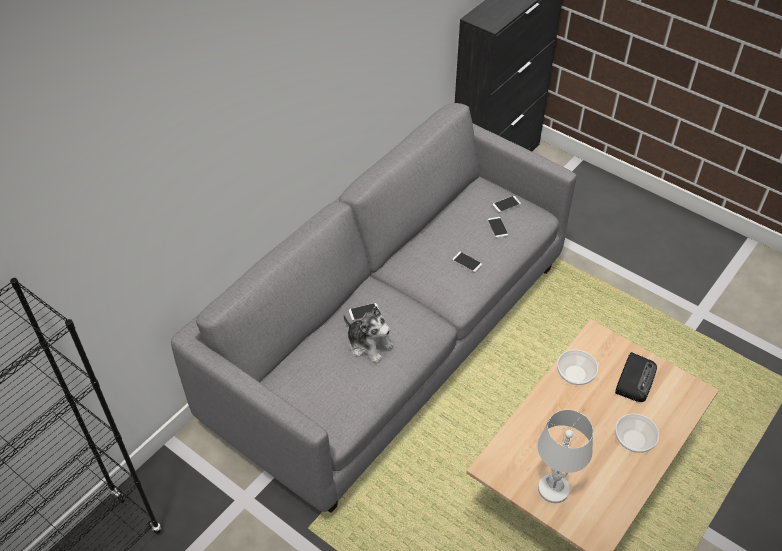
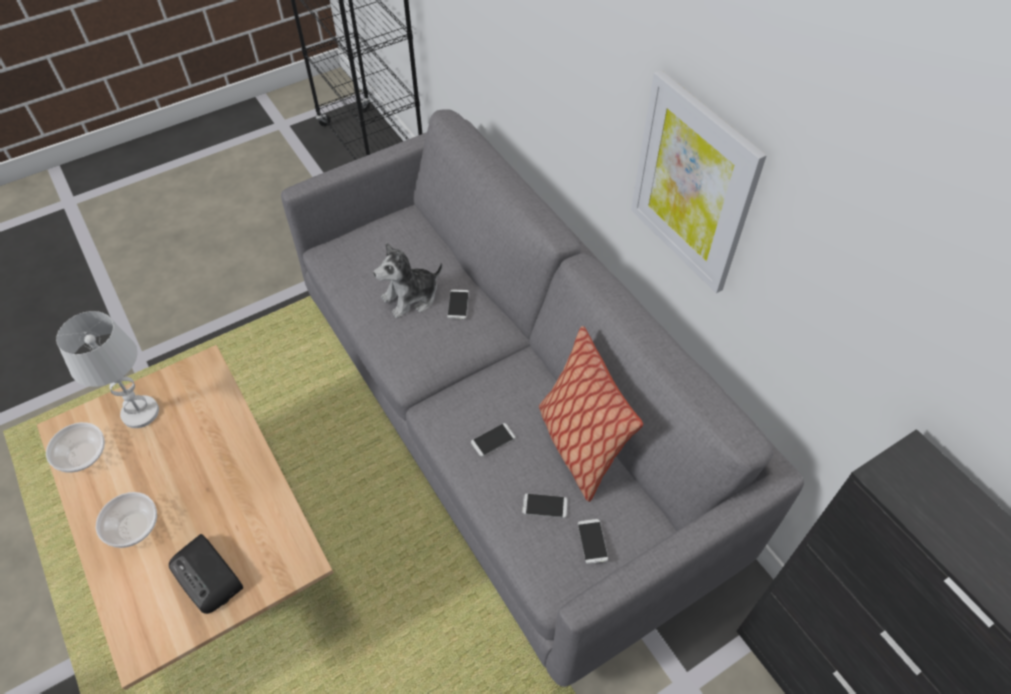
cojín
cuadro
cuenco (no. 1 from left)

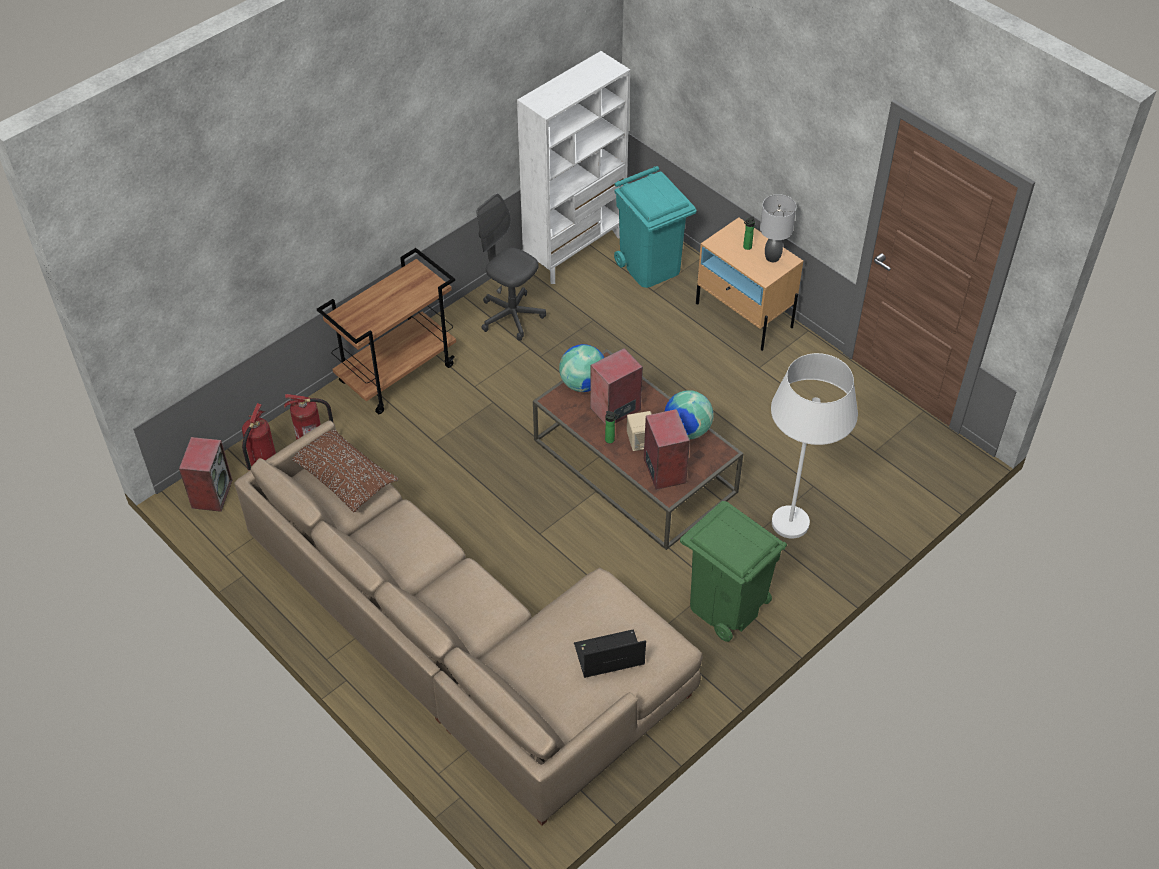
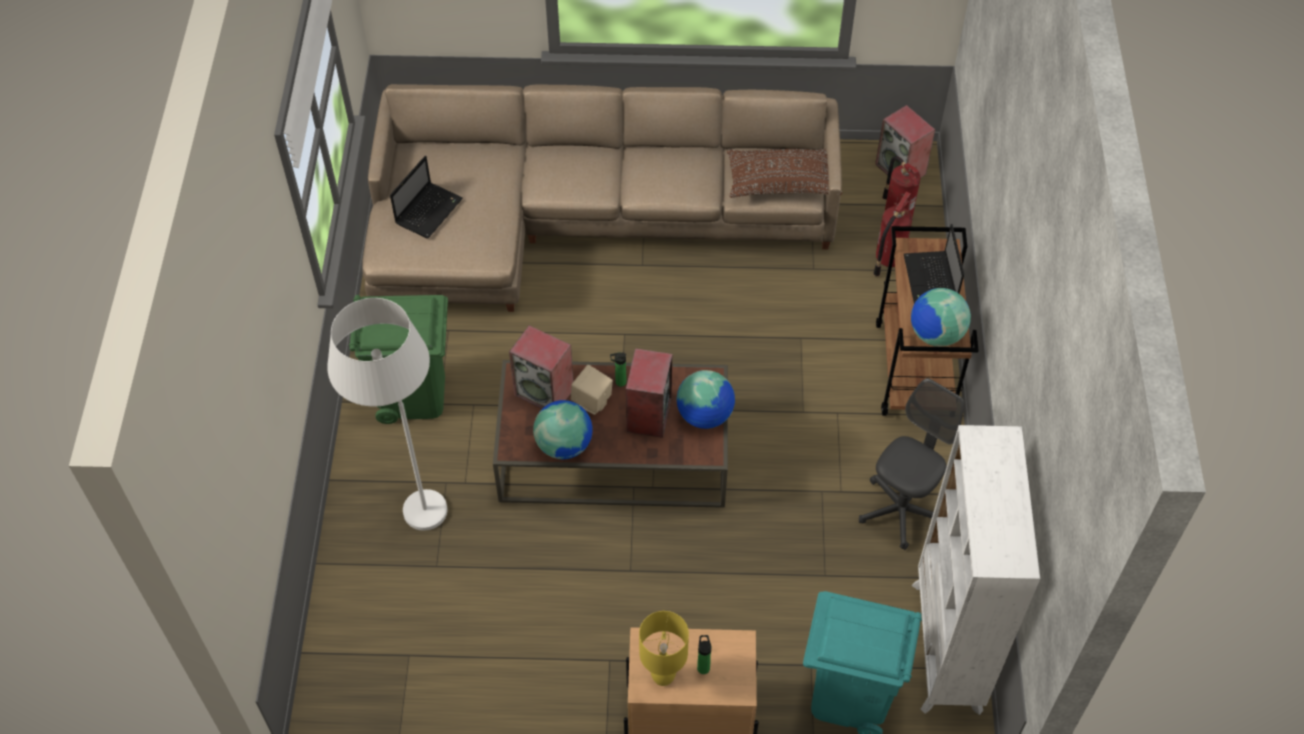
portátil (no. 2 from left)
globo terráqueo (no. 3 from left)
lámpara de mesa (amarillo)
silla de oficina (gris)

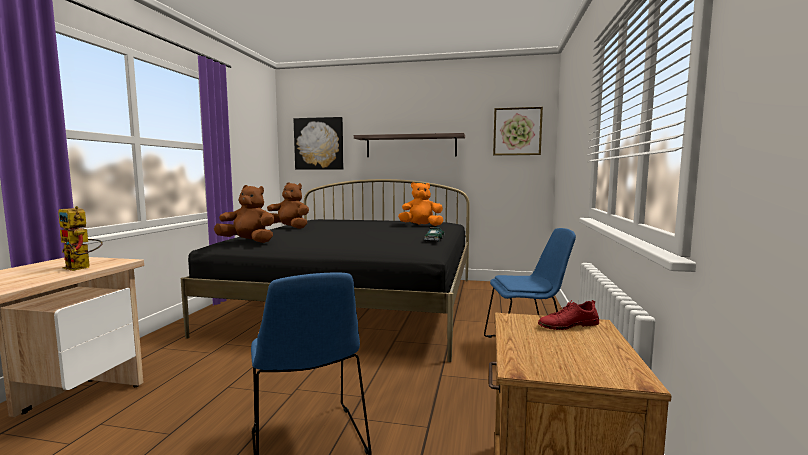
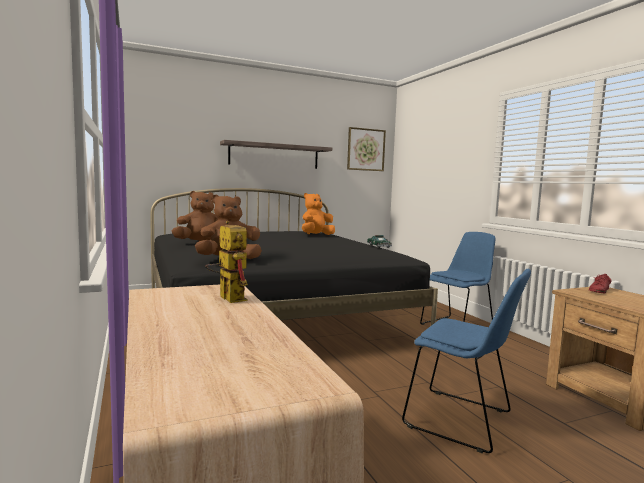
cuadro (no. 1 from left in the first image)
robot de juguete

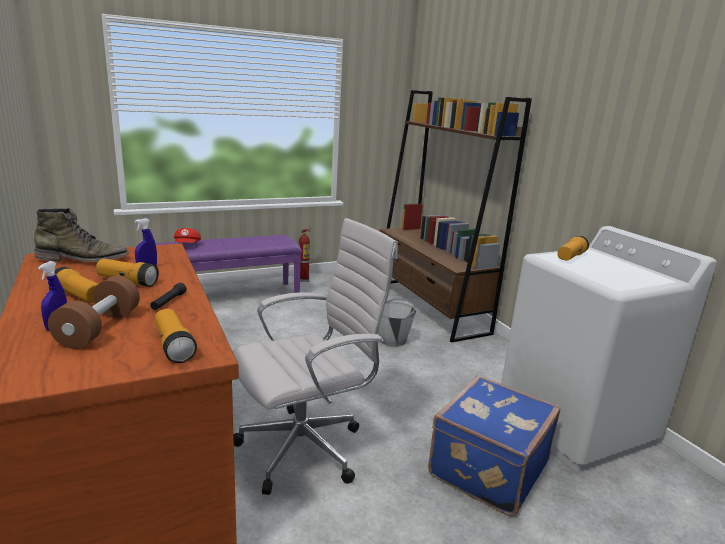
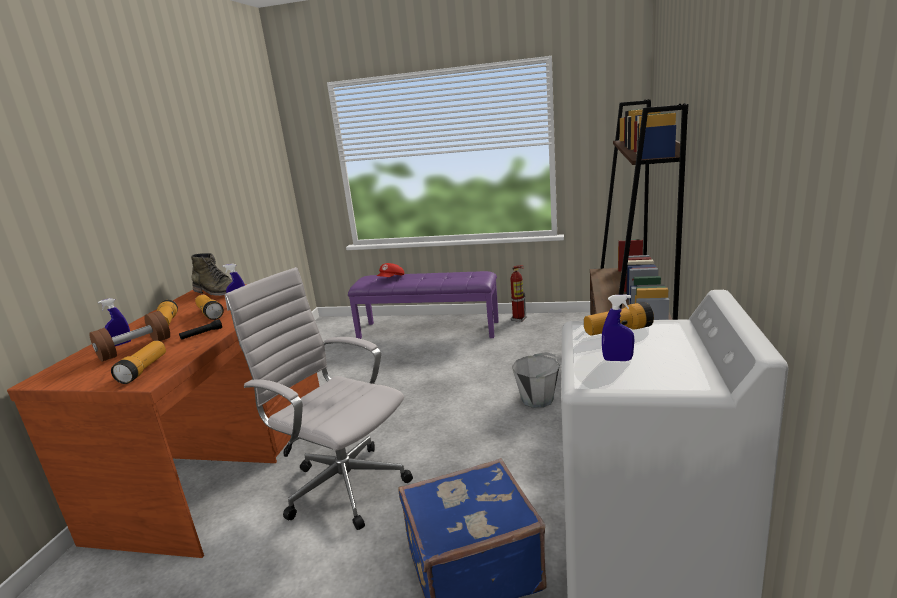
pulverizador (azul) (no. 3 from left)
silla de oficina (blanco)

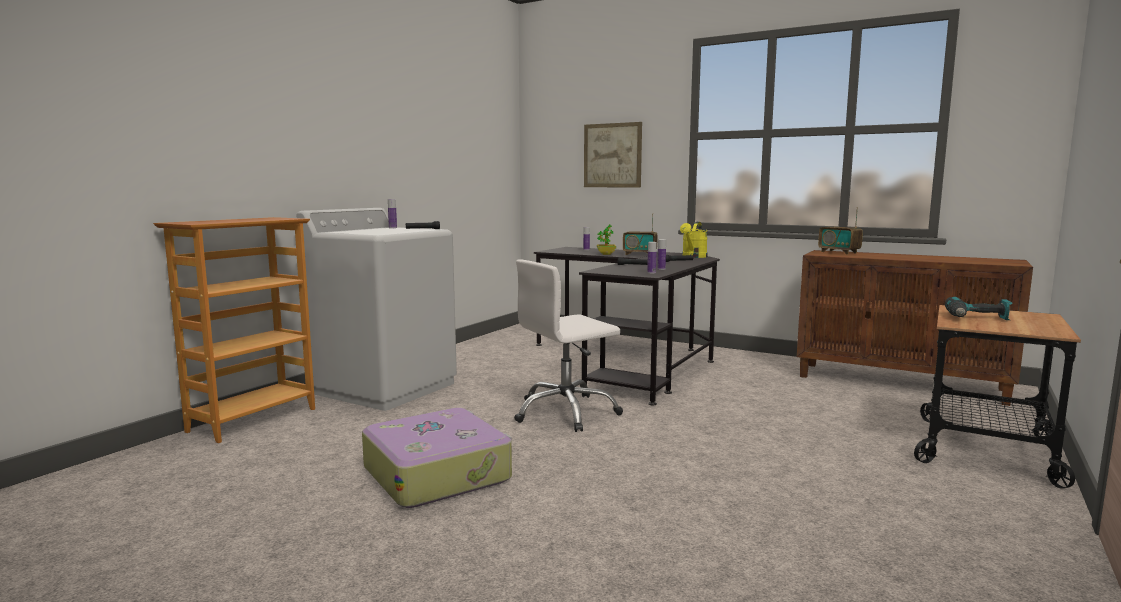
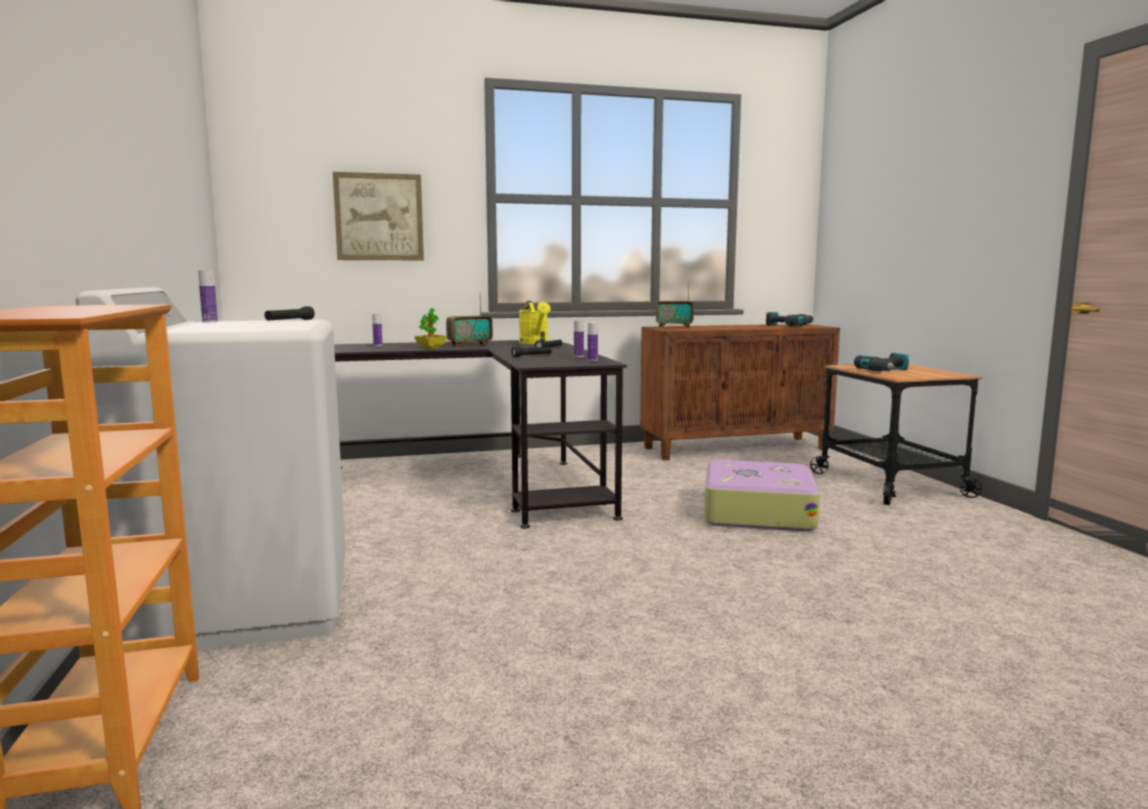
silla de oficina (blanco)
taladro (no. 1 from left)
maleta

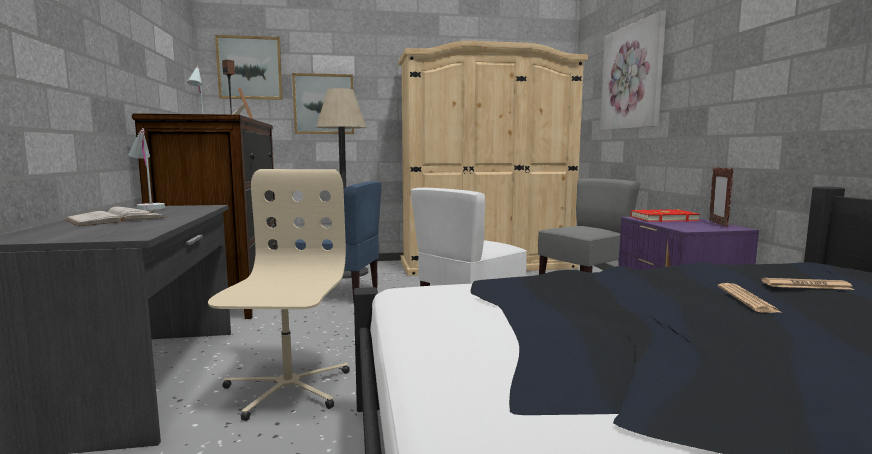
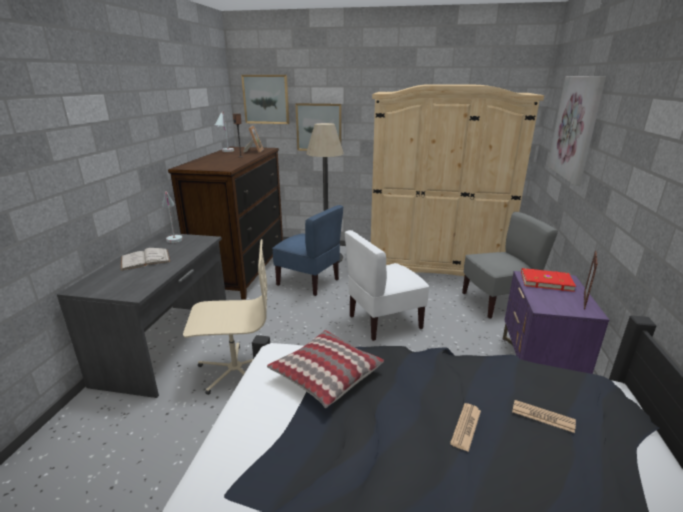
cojín
silla de oficina (beis)

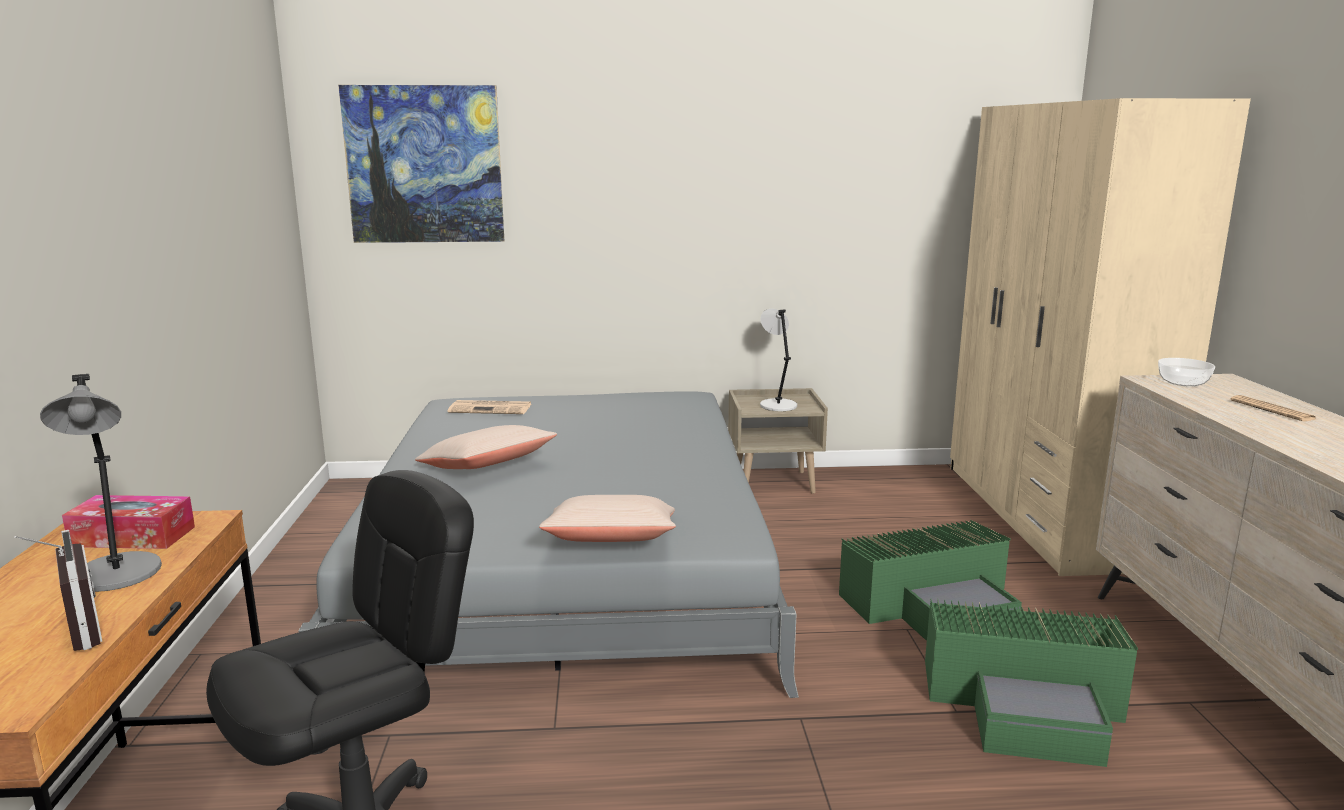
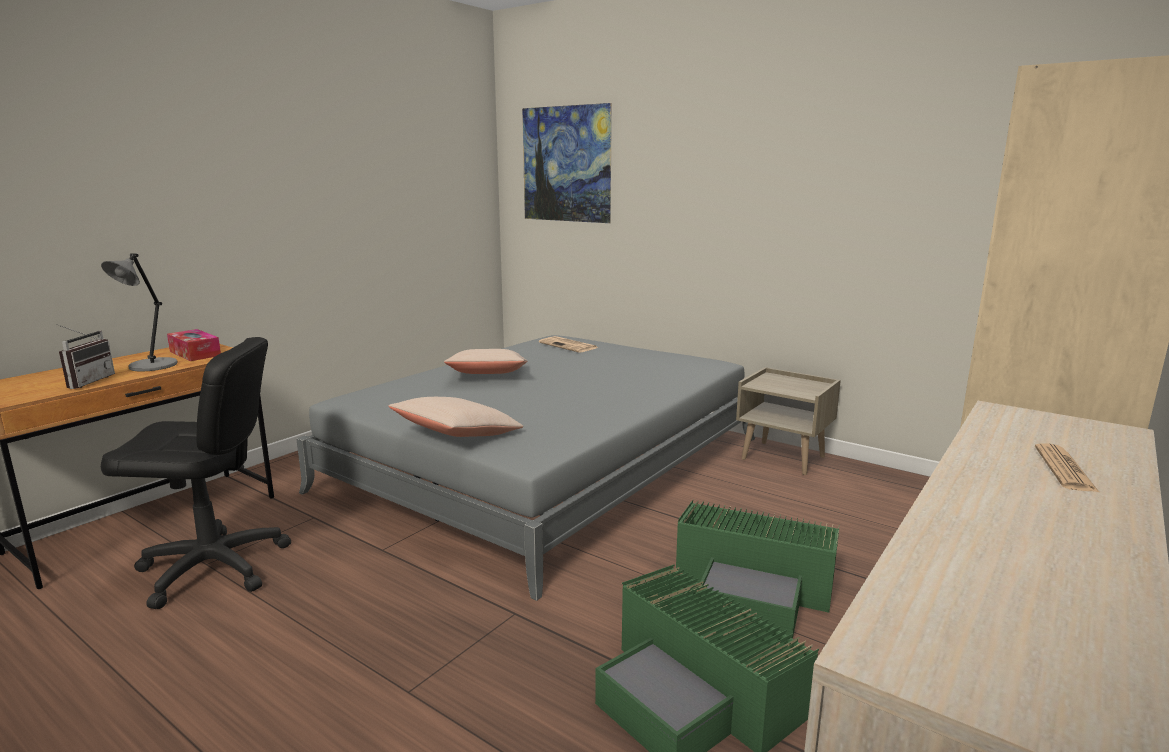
lámpara de mesa (gris) (no. 2 from left in the first image)
cuenco

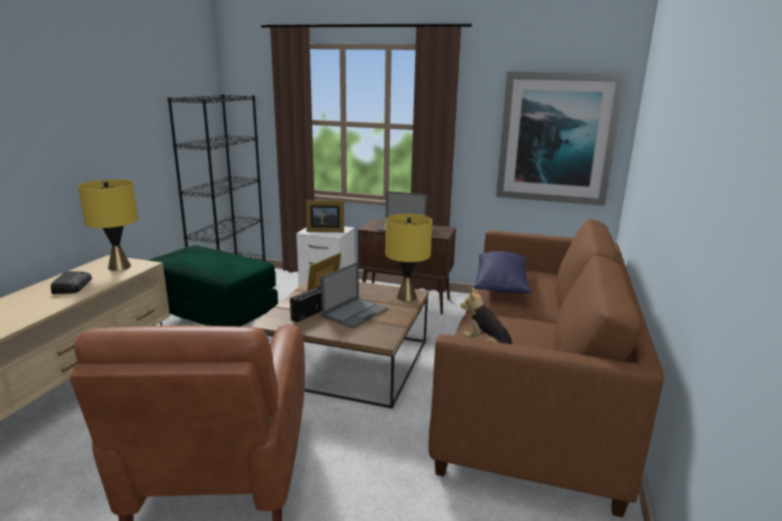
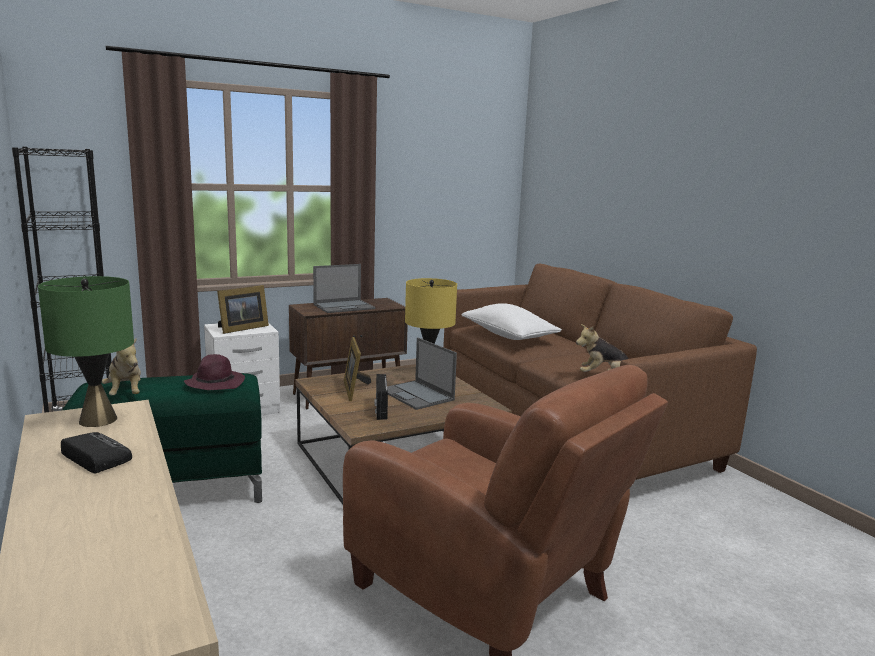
cuadro
peluche (no. 1 from left)
sombrero (morado)
lámpara de mesa (verde)
cojín (blanco)
portátil (no. 2 from left)

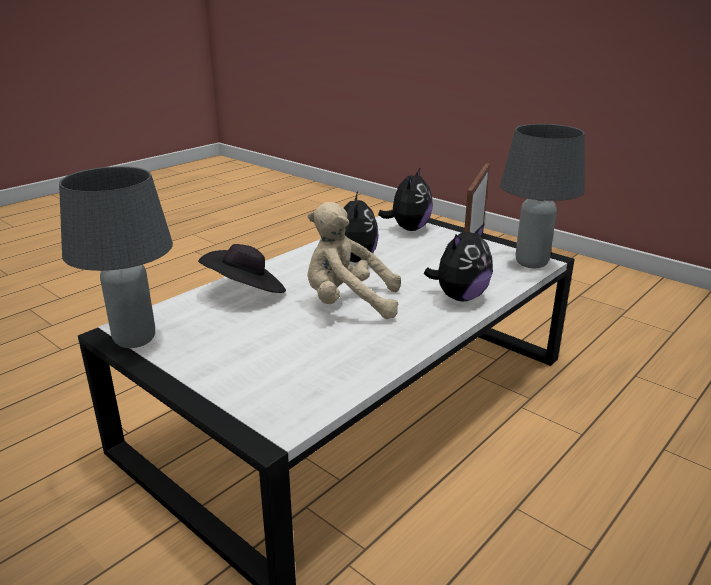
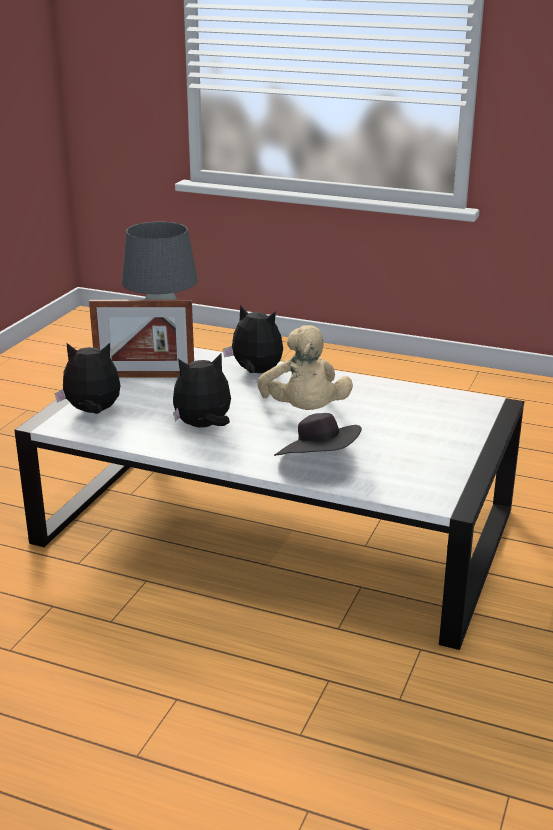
lámpara de mesa (gris) (no. 1 from left in the first image)

